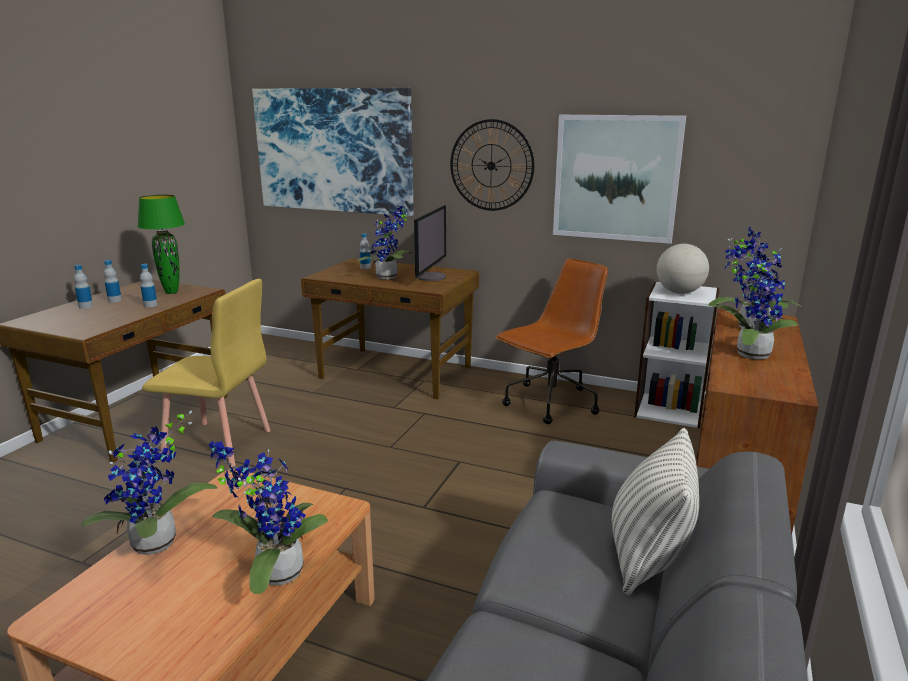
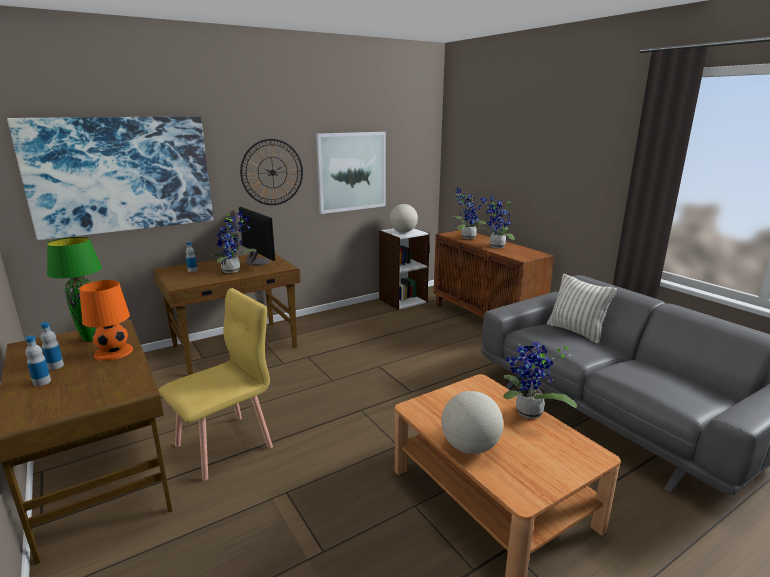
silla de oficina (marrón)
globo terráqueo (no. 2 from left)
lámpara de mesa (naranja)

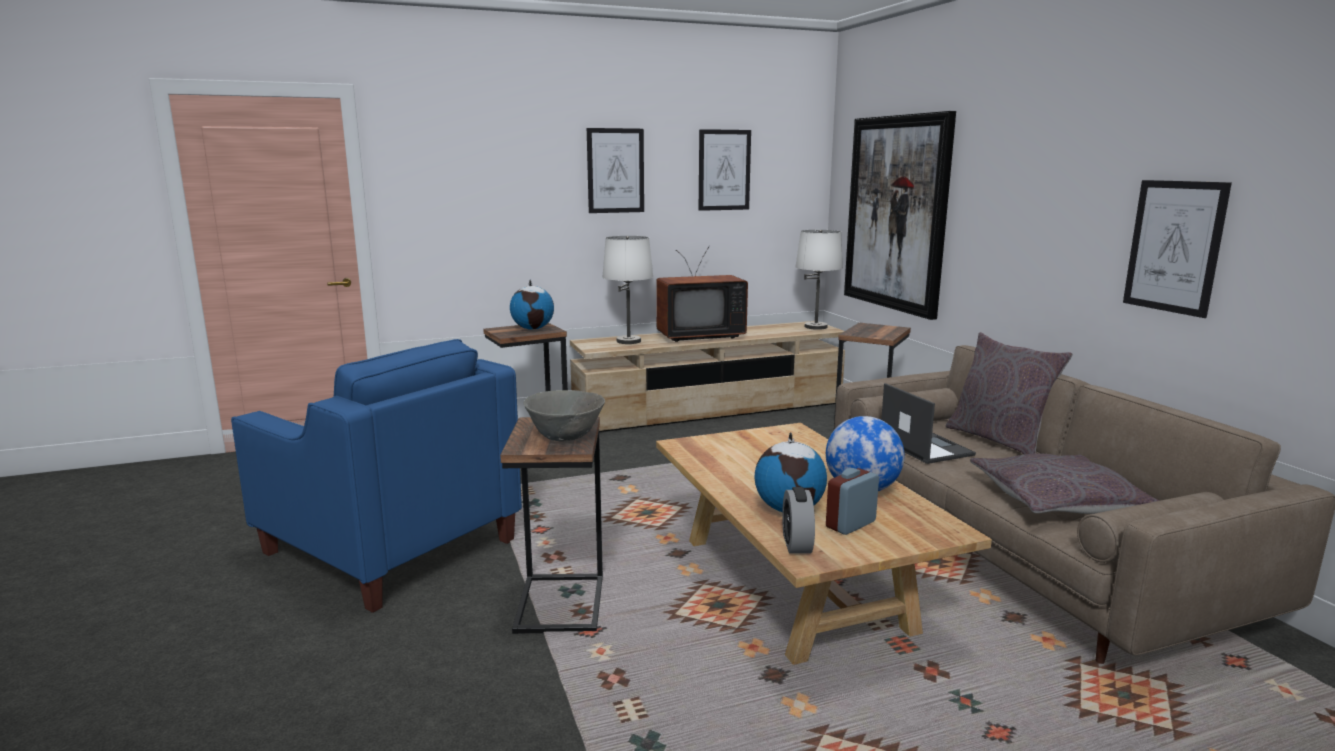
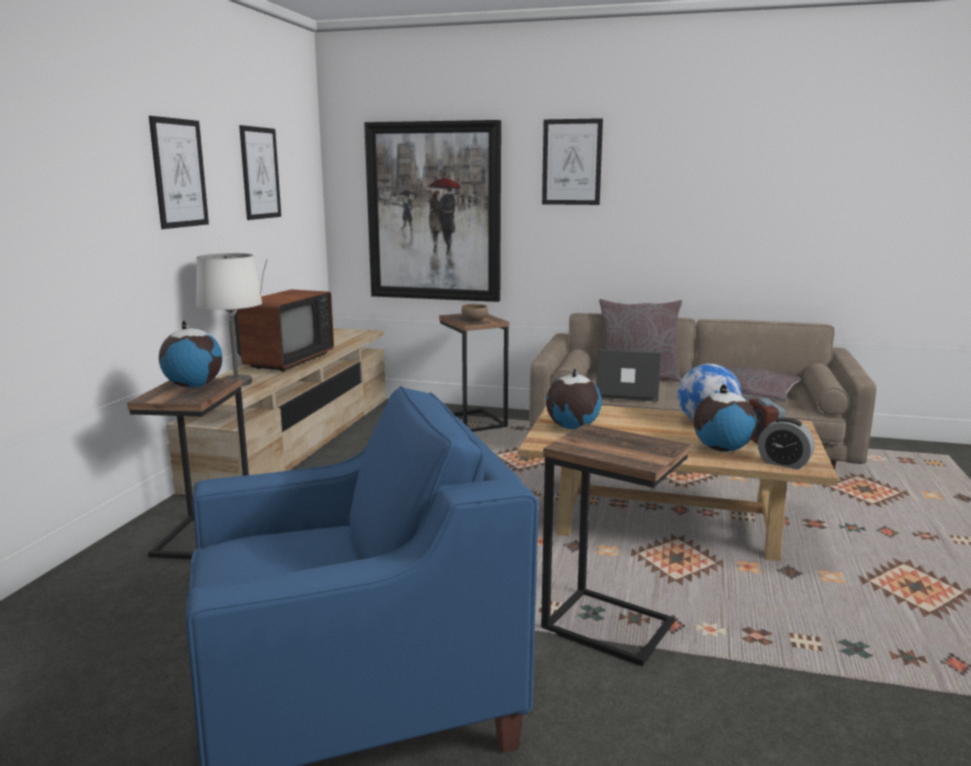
cuenco (gris)
lámpara de mesa (blanco) (no. 2 from left in the first image)
cuenco (marrón)
globo terráqueo (no. 2 from left)
cuadro (no. 4 from left)

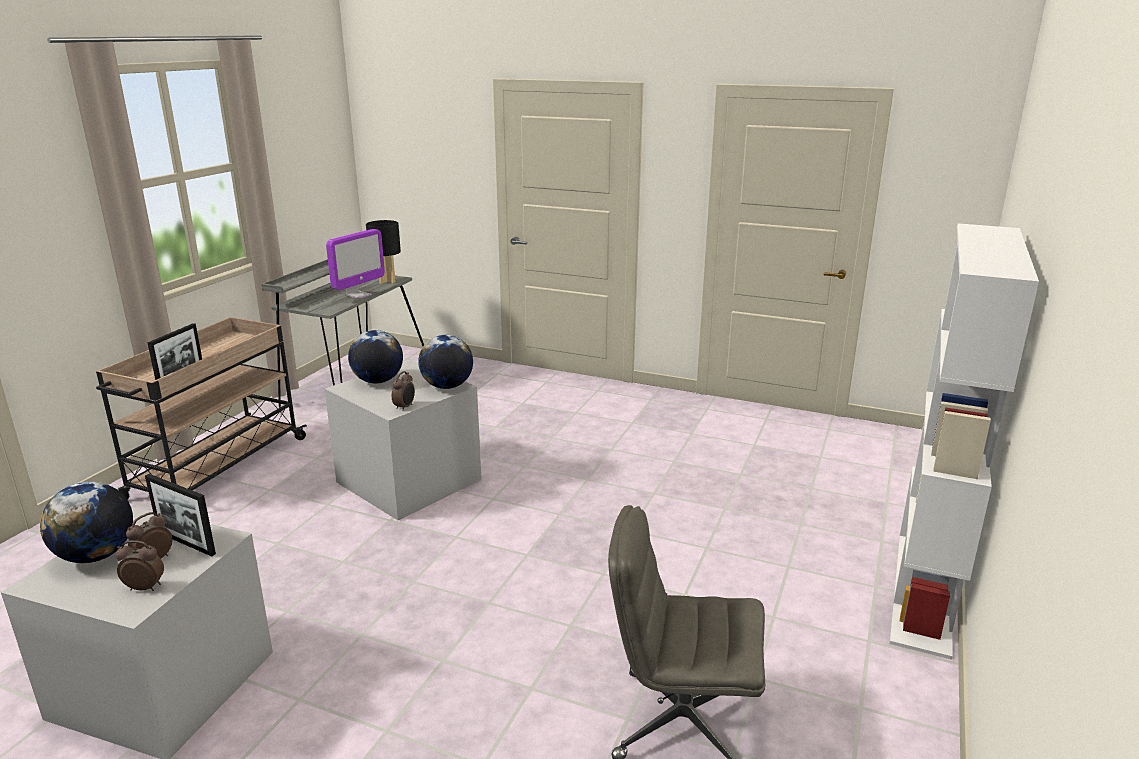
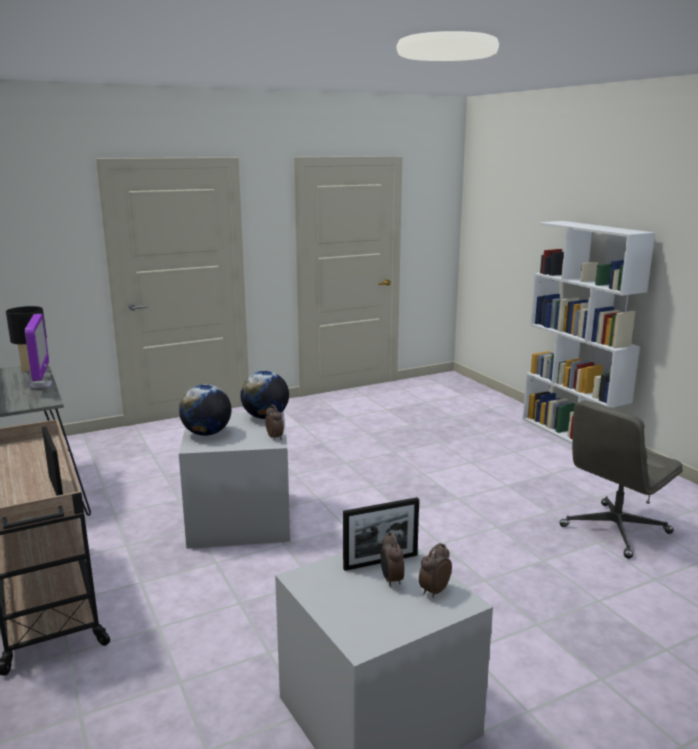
globo terráqueo (no. 1 from left in the first image)

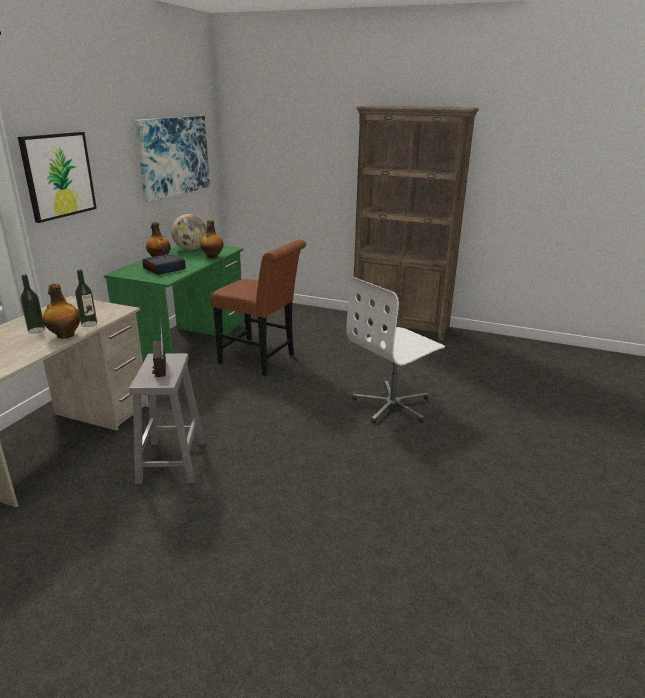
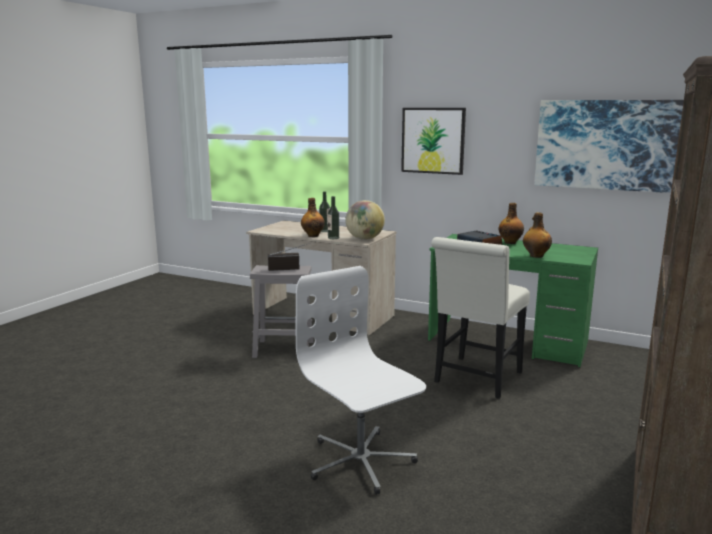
globo terráqueo
silla (blanco)

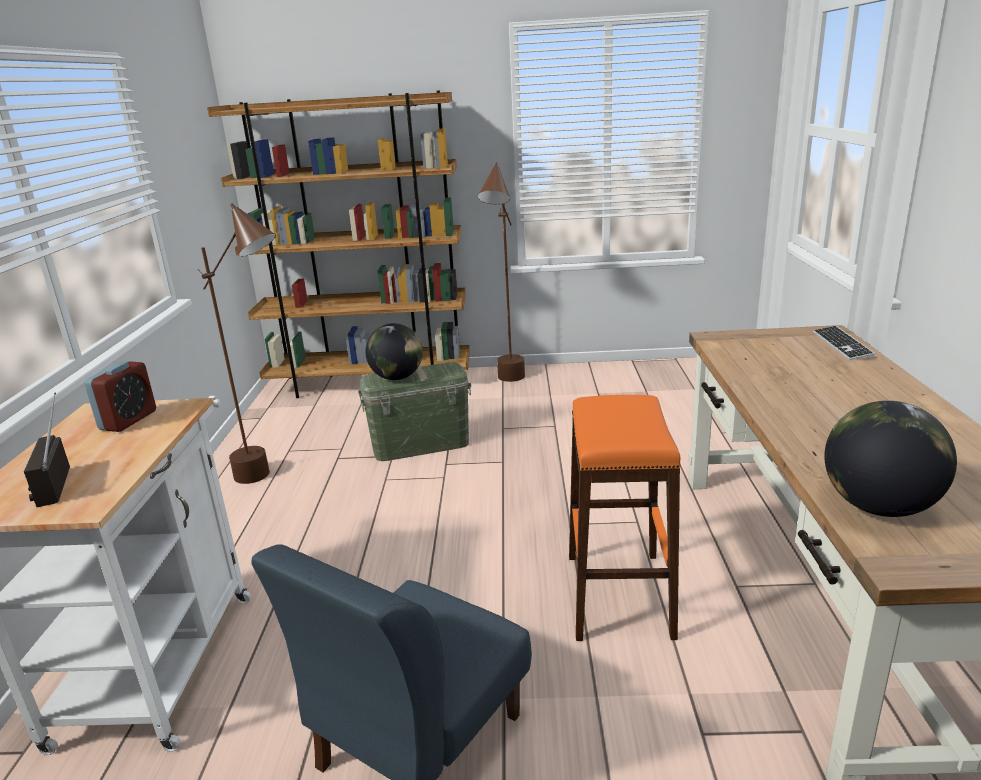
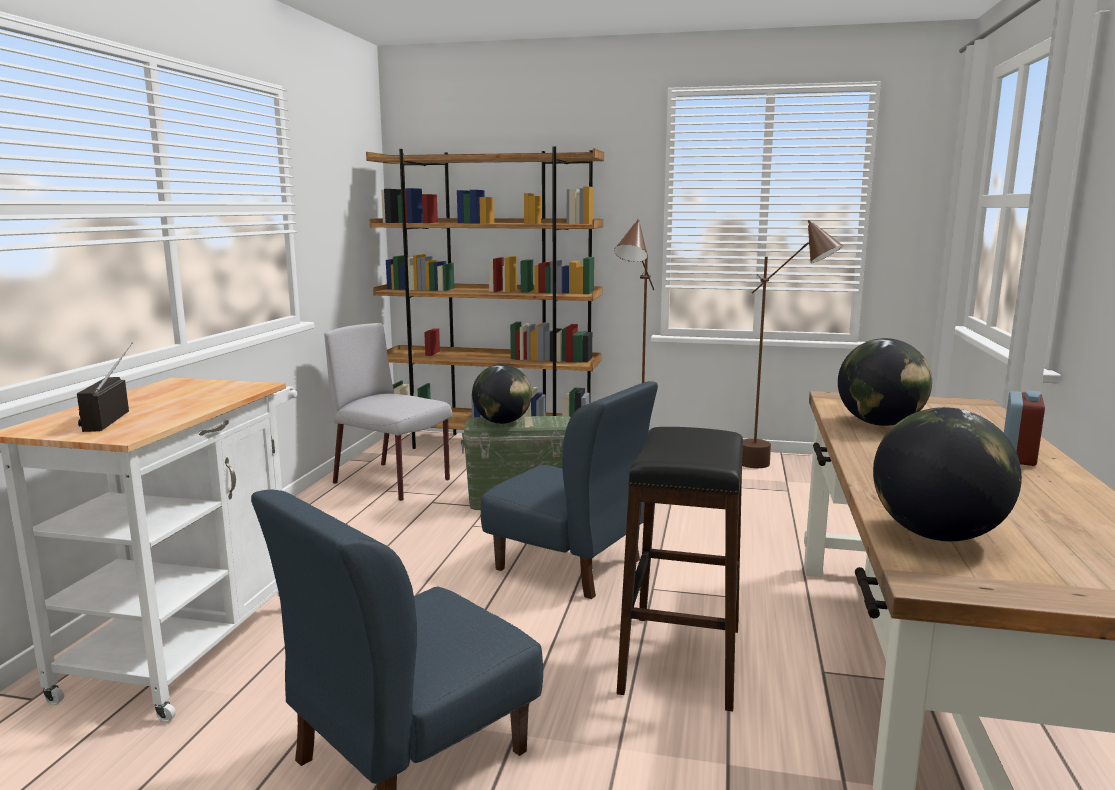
teclado
silla (gris)
silla (azul) (no. 2 from left)
globo terráqueo (no. 2 from left)
despertador
lámpara de pie (marrón) (no. 2 from left)
taburete (negro)

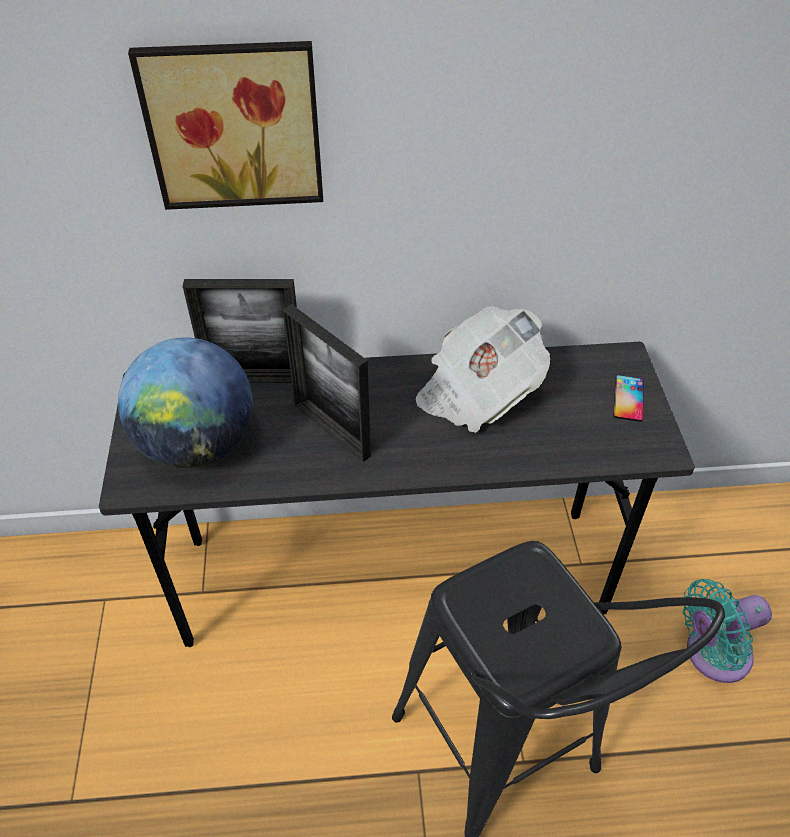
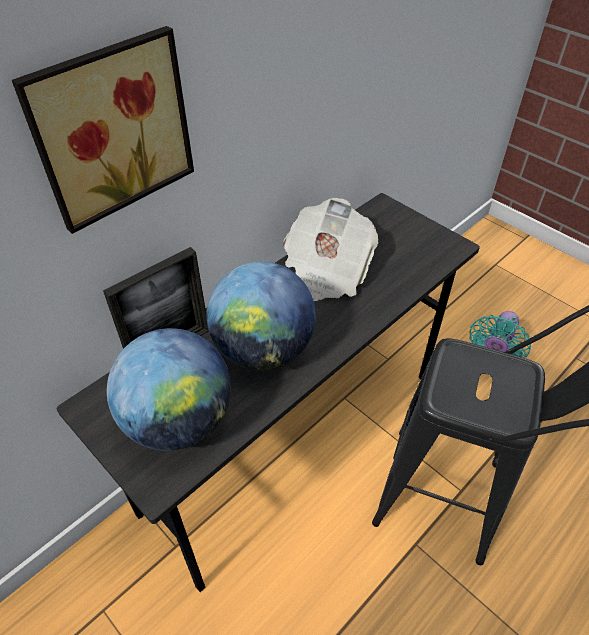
móvil
globo terráqueo (no. 2 from left)

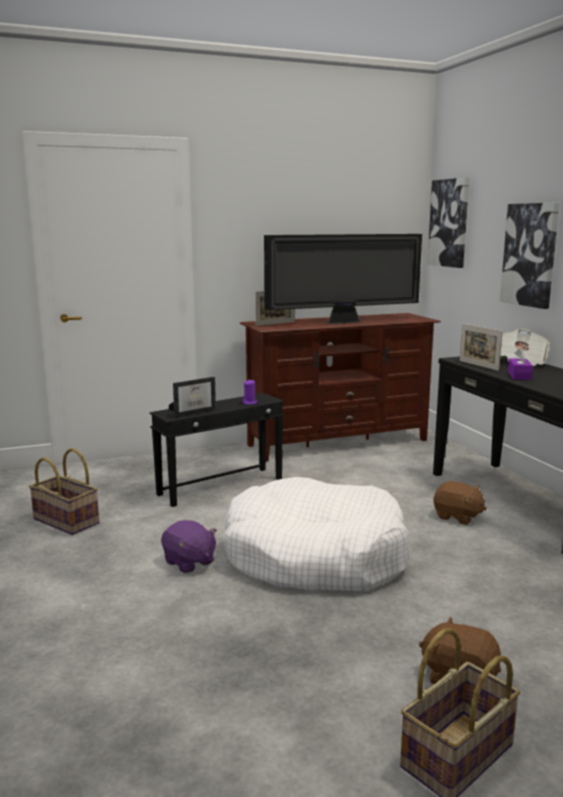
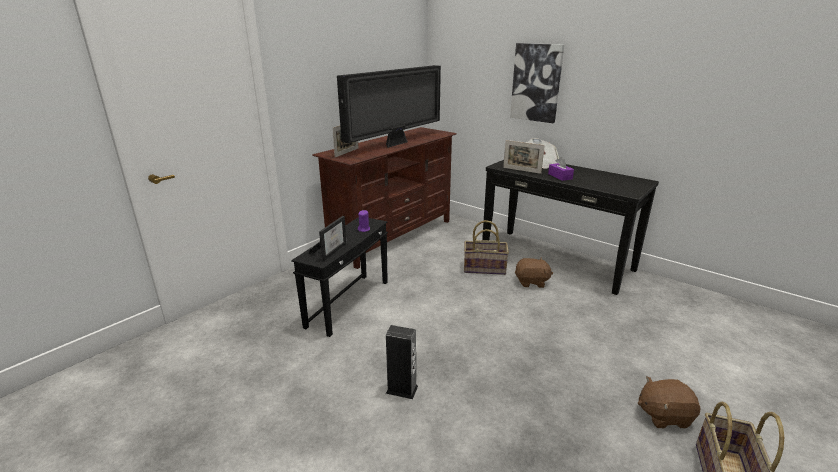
cama para perro (blanco)
cuadro (no. 1 from left in the first image)
cesta (no. 1 from left)
altavoz

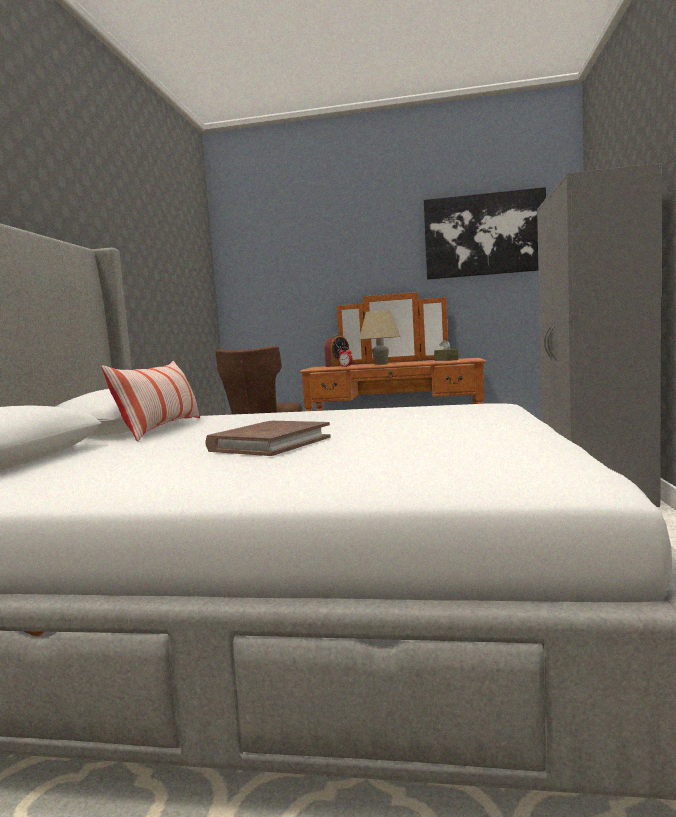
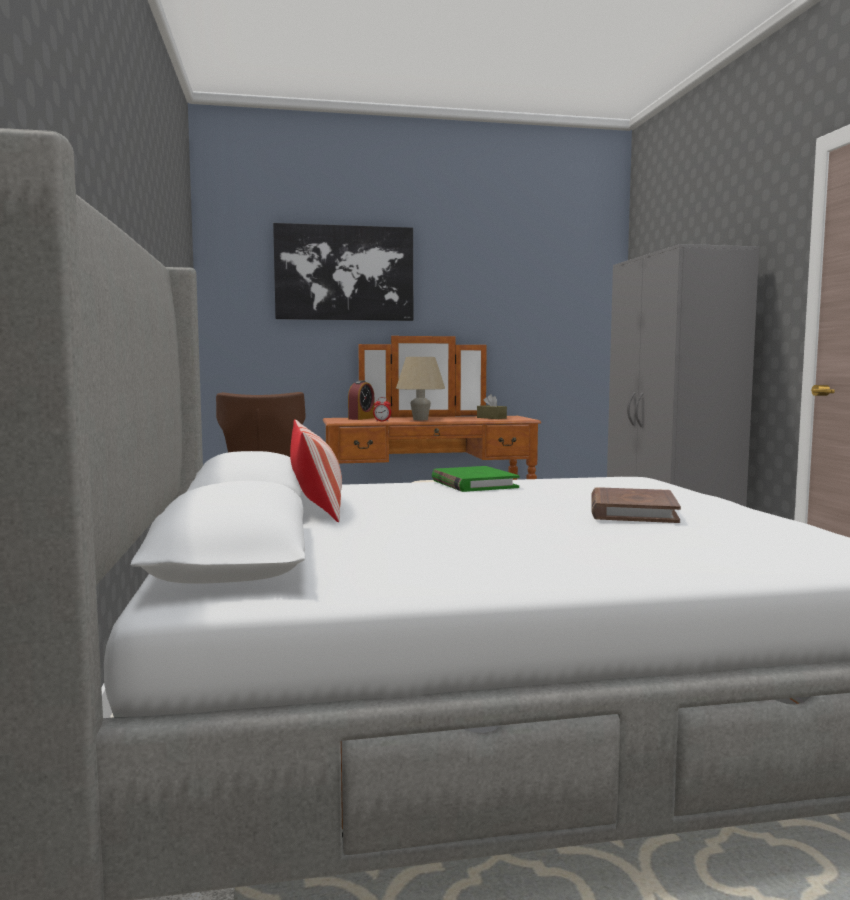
libro (verde)
libro (marrón)
cuadro

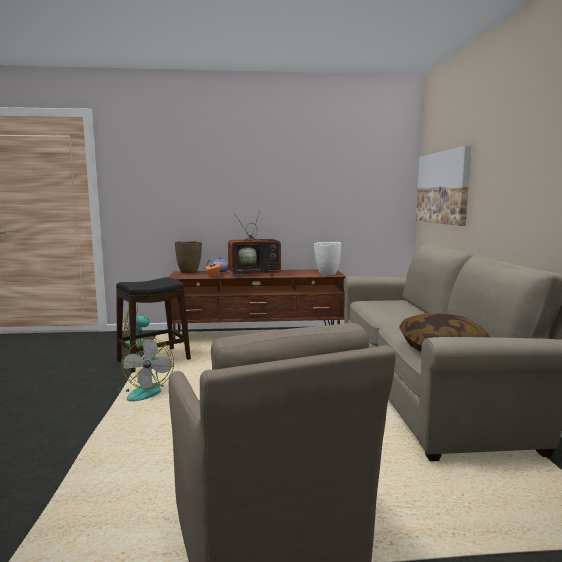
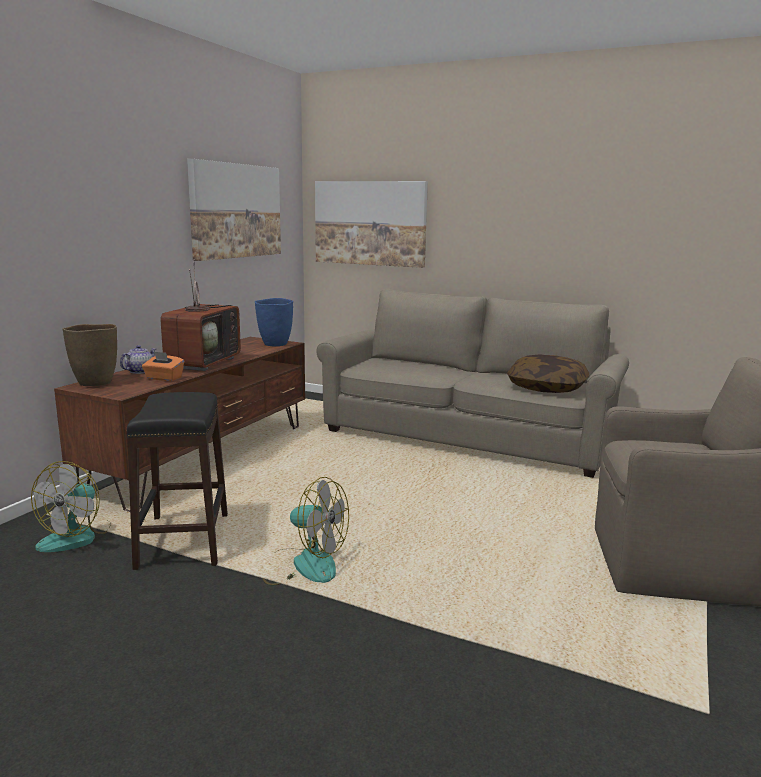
cuadro (no. 1 from left)
florero (azul)

